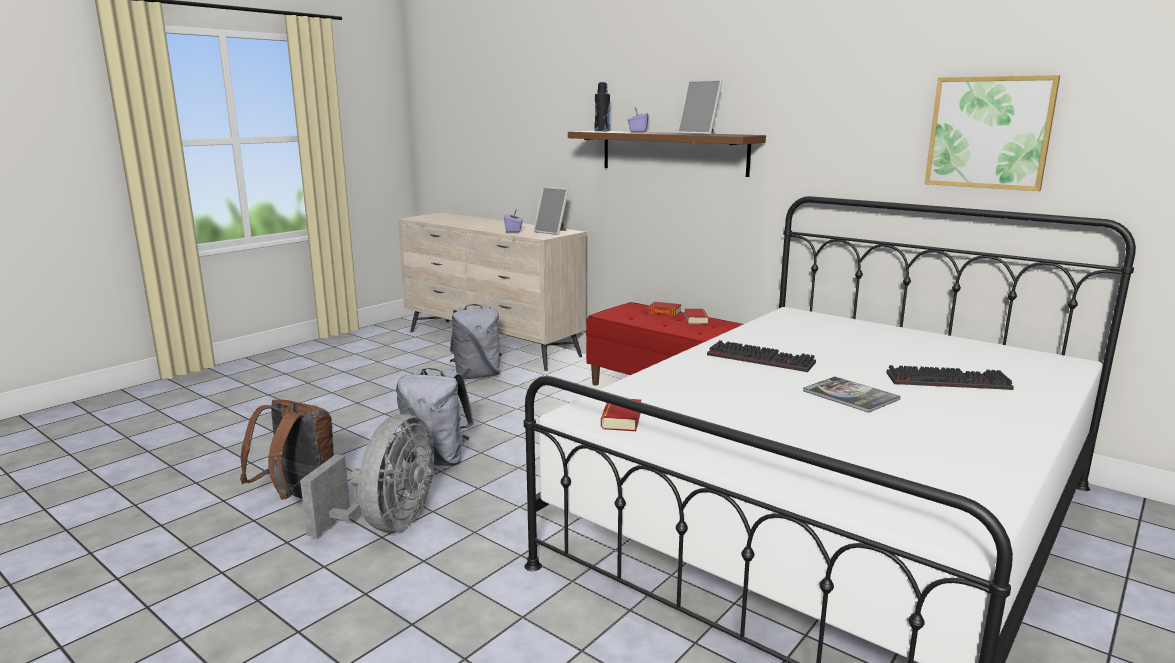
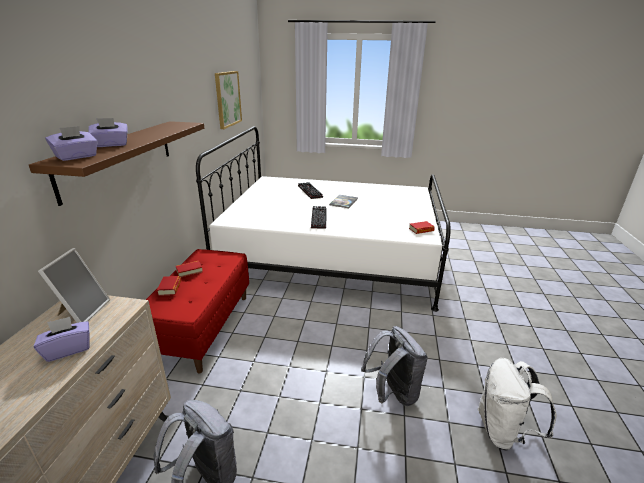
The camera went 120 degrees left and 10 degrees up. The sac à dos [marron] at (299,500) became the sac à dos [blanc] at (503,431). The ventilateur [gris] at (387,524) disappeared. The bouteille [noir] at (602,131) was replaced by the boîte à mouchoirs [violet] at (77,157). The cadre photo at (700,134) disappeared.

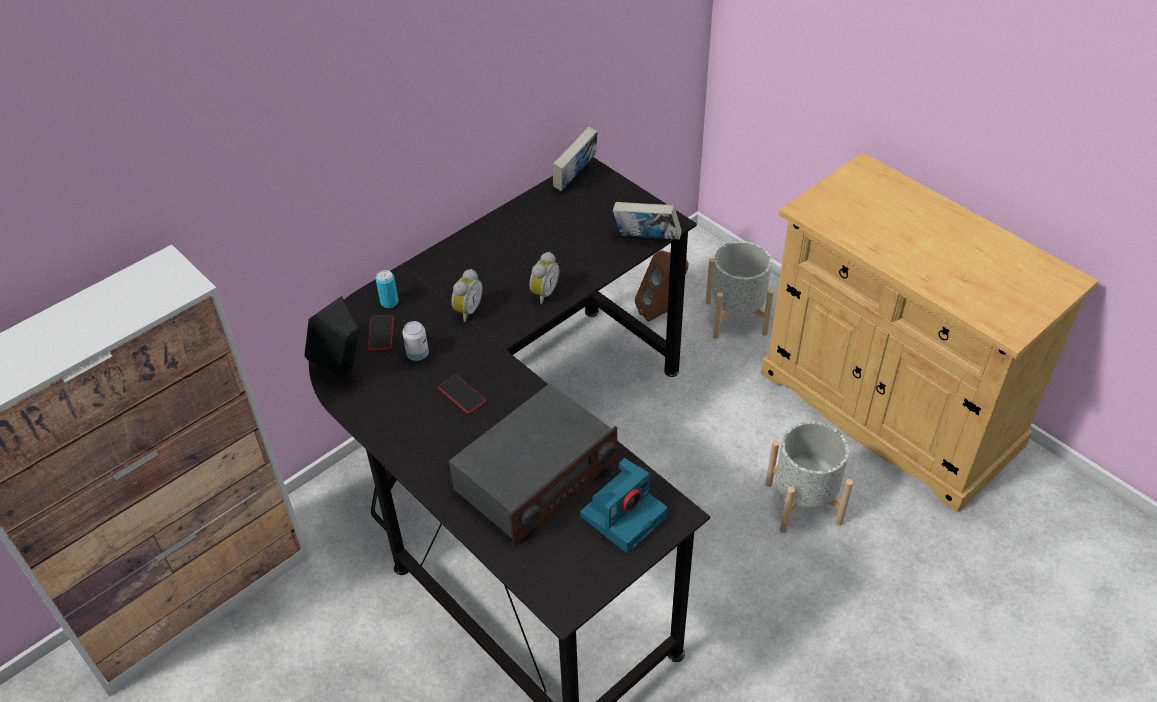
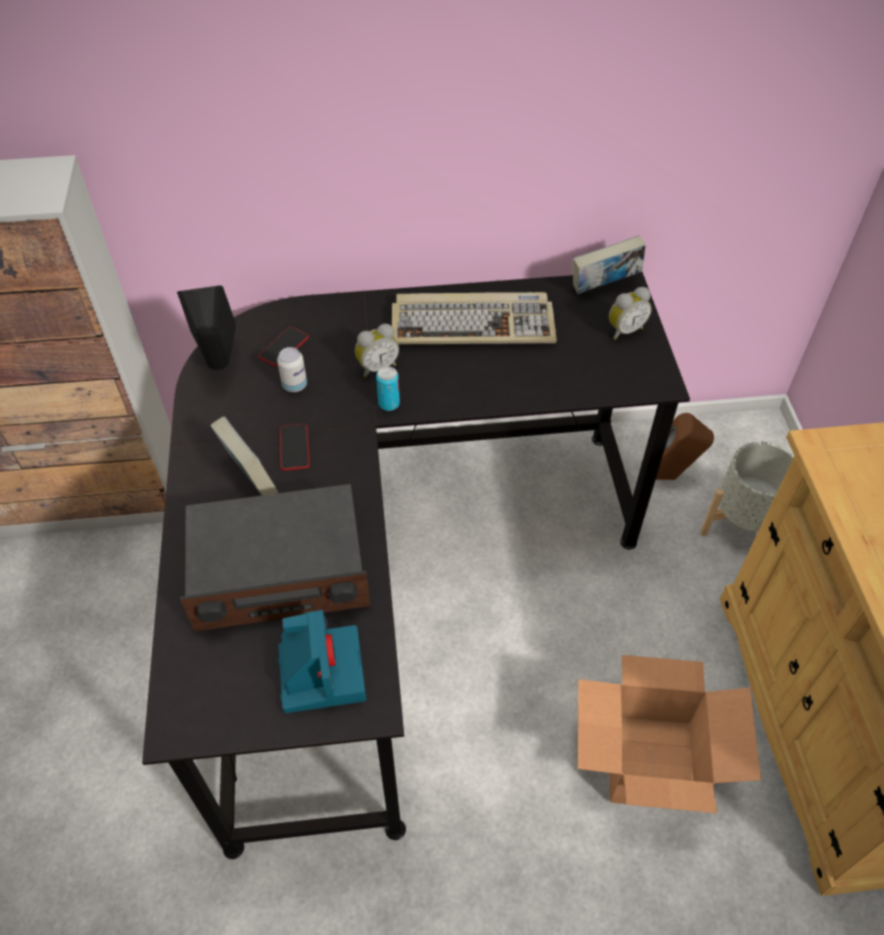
The camera went 35 degrees right and 5 degrees up. The boîte métallique moved from (389,302) to (389,403). The réveil moved from (543,293) to (624,330). The appareil photo at (624,515) turned 90 degrees counterclockwise. The livre moved from (646,240) to (250,479). The cache-pot [gris] at (803,502) was replaced by the carton at (652,764). The clavier at (473,324) appeared.

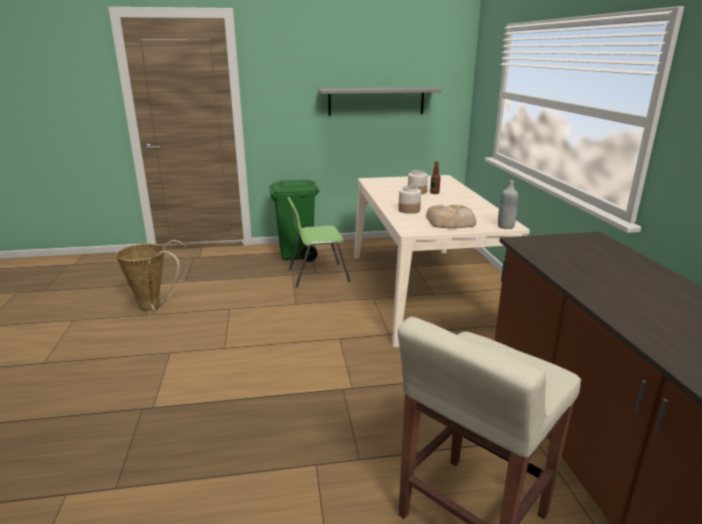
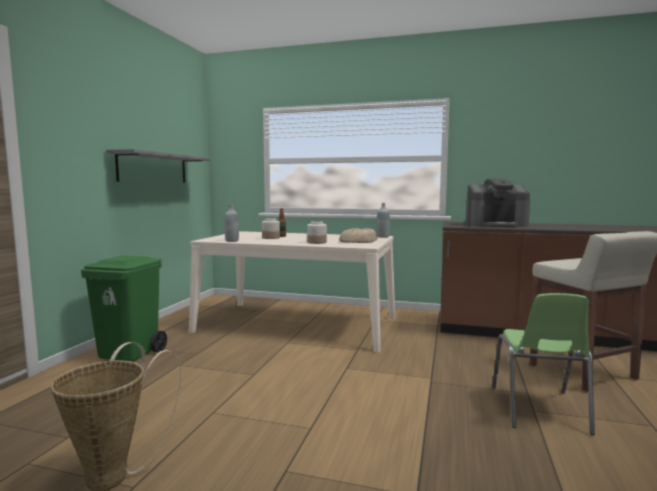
The camera went 65 degrees left and 15 degrees down. The chaise [vert] moved from (317,275) to (539,410). The bouteille [gris] at (232,241) appeared. The machine à café at (496,225) appeared.

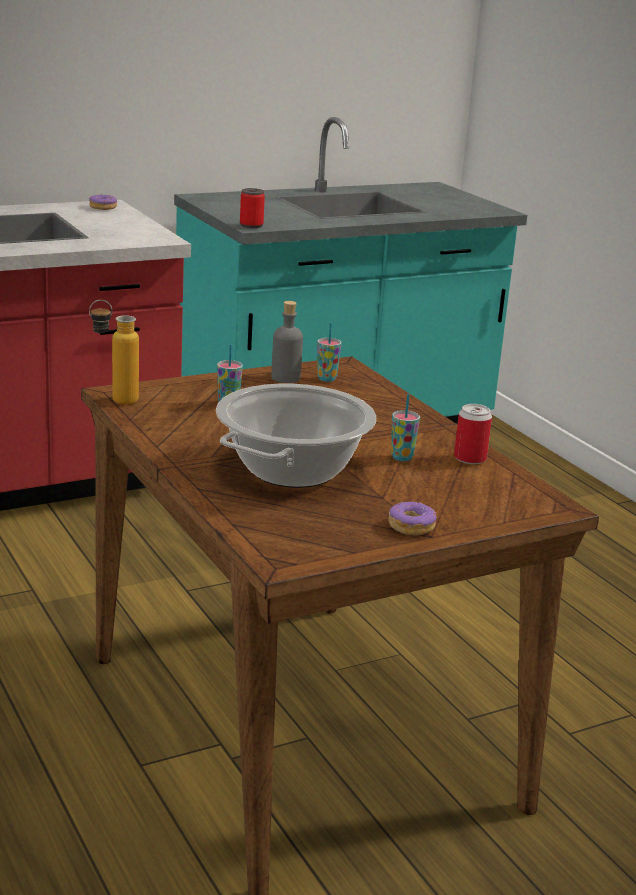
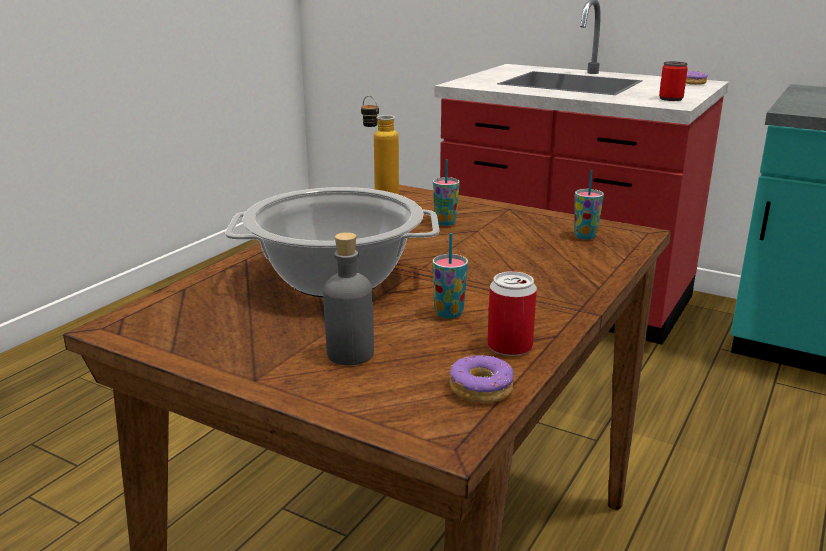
The camera went 60 degrees right and 0 degrees up. The boîte métallique moved from (251,225) to (670,99). The bouteille [gris] moved from (285,378) to (350,354). The beignet moved from (411,526) to (481,389).

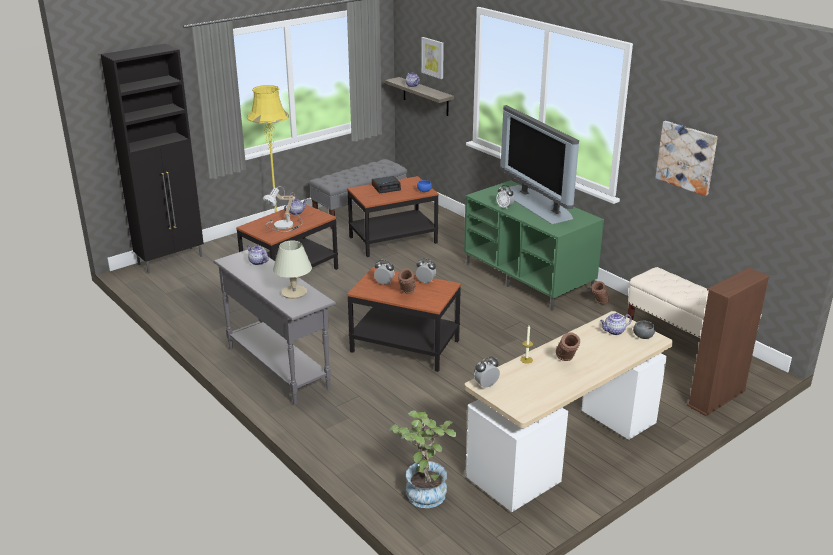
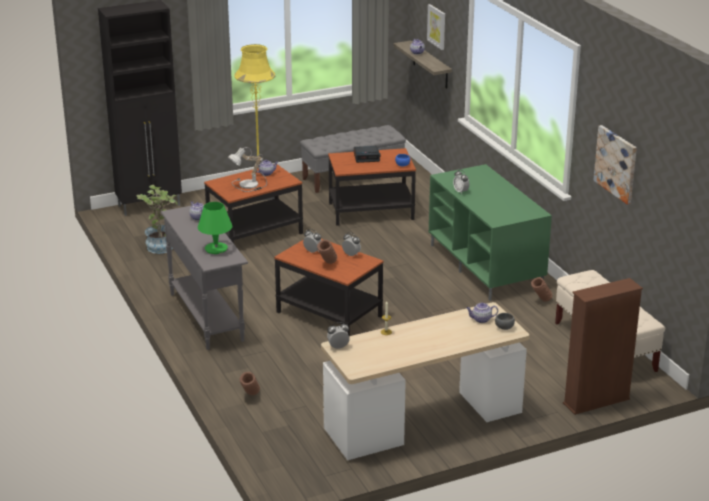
The camera went 15 degrees right and 0 degrees up. The lampe de table [beige] at (294,293) became the lampe de table [vert] at (216,249). The plante en pot moved from (424,490) to (160,245). The téléviseur at (536,203) disappeared. The vase [marron] moved from (566,362) to (250,396).

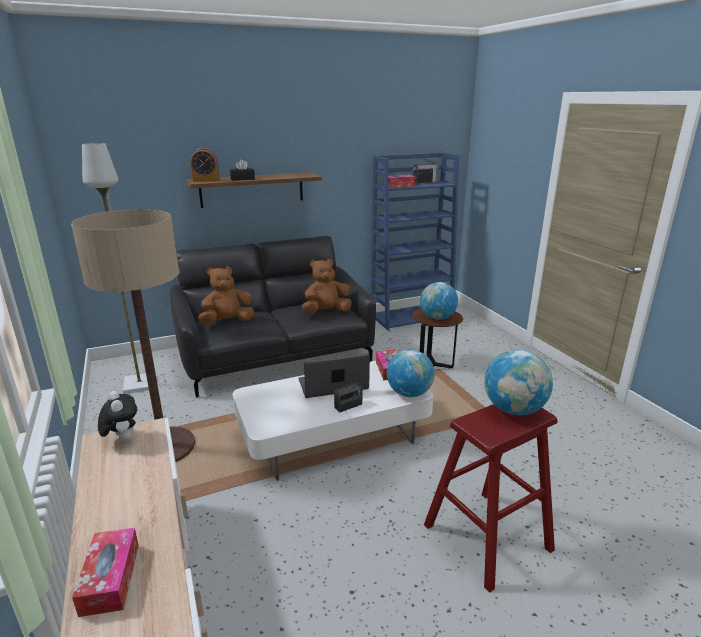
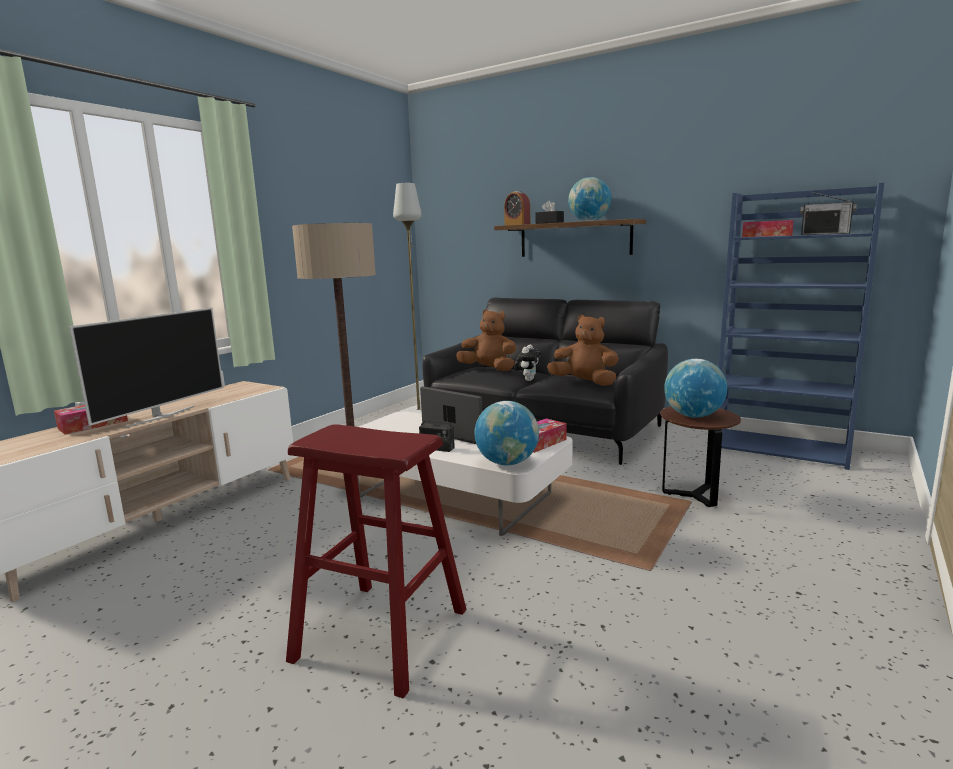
The camera went 55 degrees right and 10 degrees down. The peluche moved from (122,439) to (528,380). The globe moved from (513,409) to (589,221). The téléviseur at (161,416) appeared.

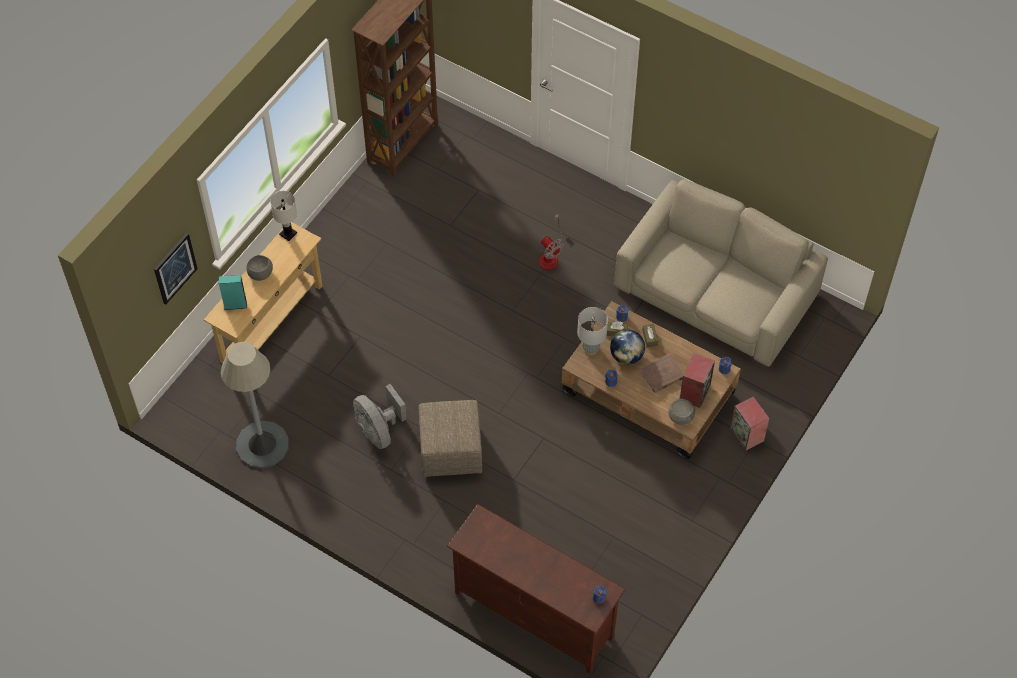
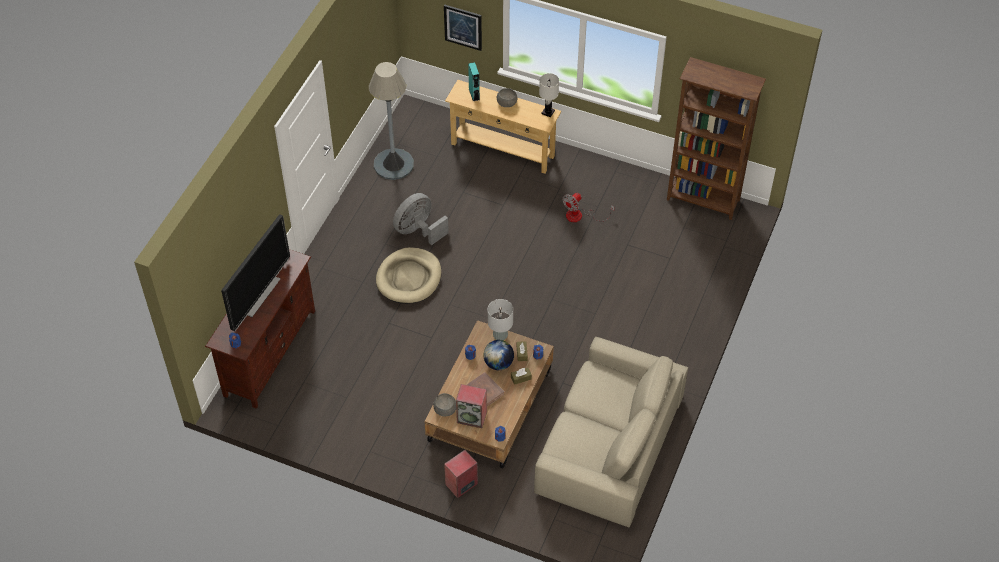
The camera went 80 degrees right and 5 degrees down. The pouf [beige] at (450,450) was replaced by the panier pour chien [beige] at (409,278). The ventilateur moved from (550,256) to (580,216). The téléviseur at (259,295) appeared.

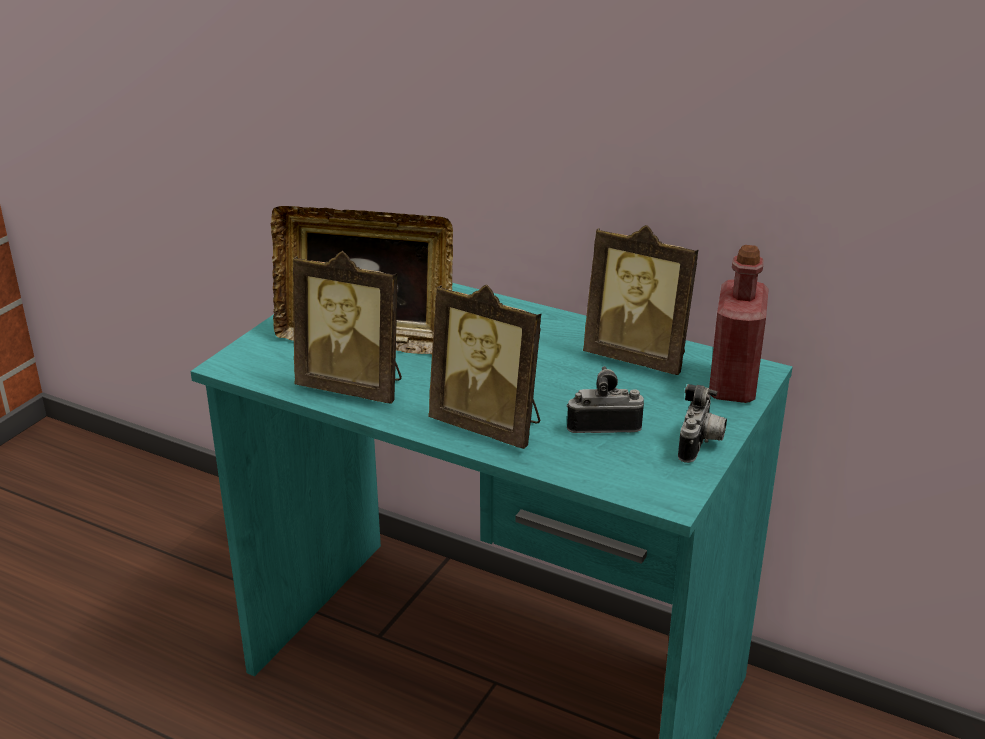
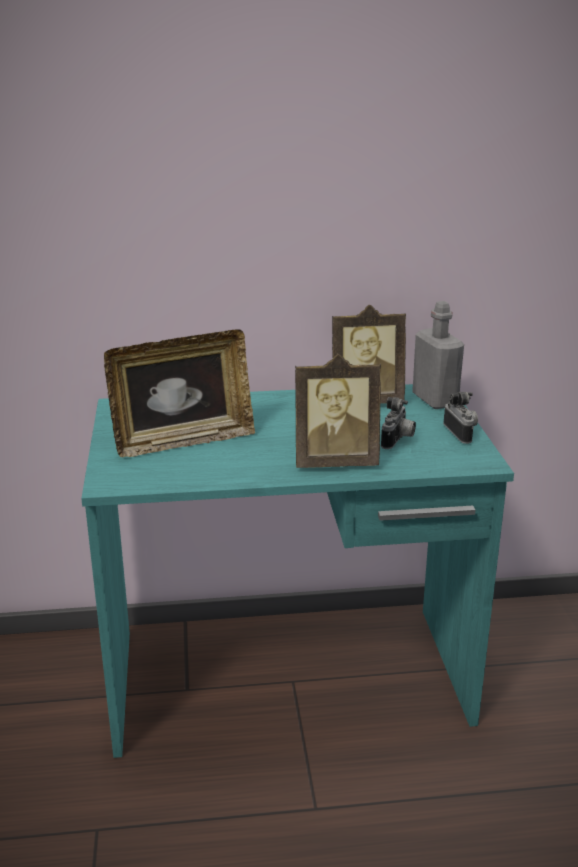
The camera went 35 degrees left and 5 degrees down. The cadre photo at (354,387) disappeared. The appareil photo at (603,425) turned 150 degrees clockwise. The bouteille [rouge] at (733,385) became the bouteille [gris] at (435,400).

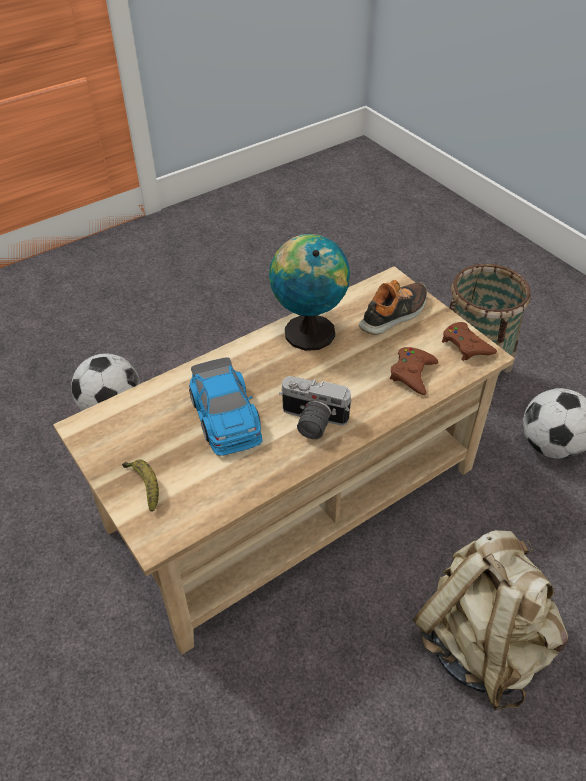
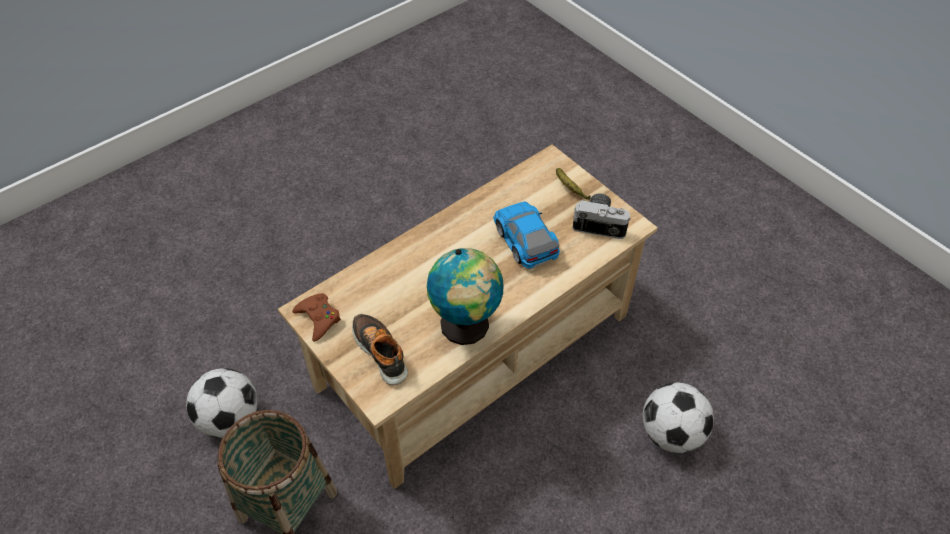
The camera went 175 degrees right and 5 degrees up. The appareil photo moved from (311,422) to (600,223). The chaussure at (394,314) turned 105 degrees clockwise. The manette [marron] at (412,374) disappeared. The sac à dos [beige] at (481,642) disappeared.

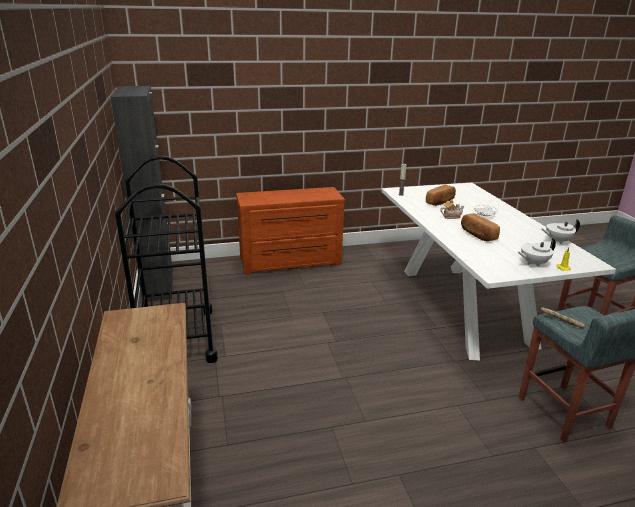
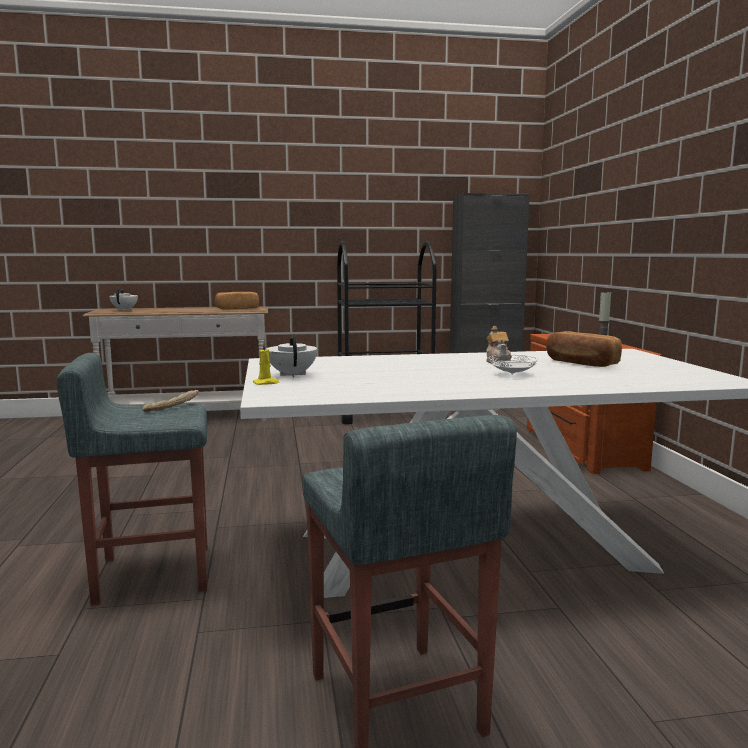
The camera went 95 degrees right and 15 degrees down. The pain moved from (477,235) to (237,308). The théière [blanc] moved from (557,241) to (125,310).

